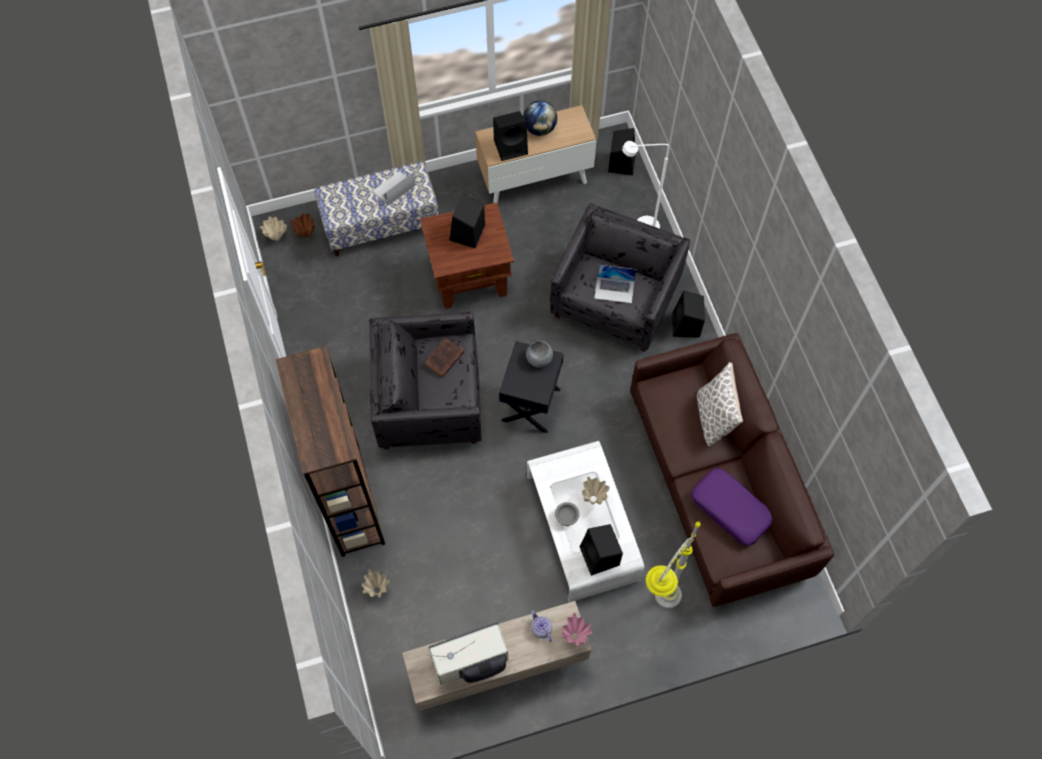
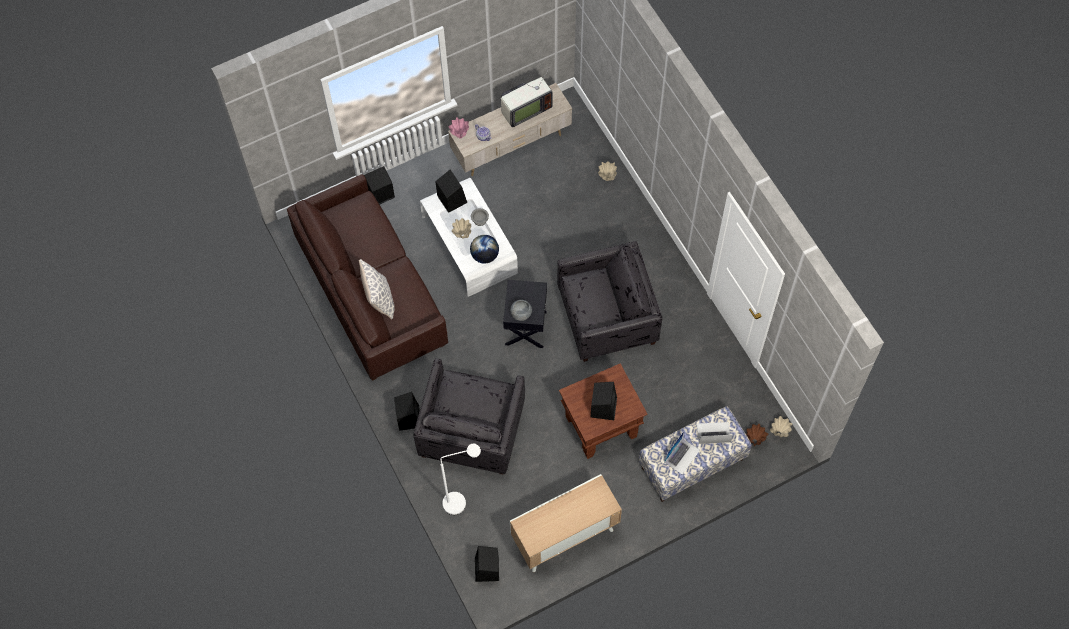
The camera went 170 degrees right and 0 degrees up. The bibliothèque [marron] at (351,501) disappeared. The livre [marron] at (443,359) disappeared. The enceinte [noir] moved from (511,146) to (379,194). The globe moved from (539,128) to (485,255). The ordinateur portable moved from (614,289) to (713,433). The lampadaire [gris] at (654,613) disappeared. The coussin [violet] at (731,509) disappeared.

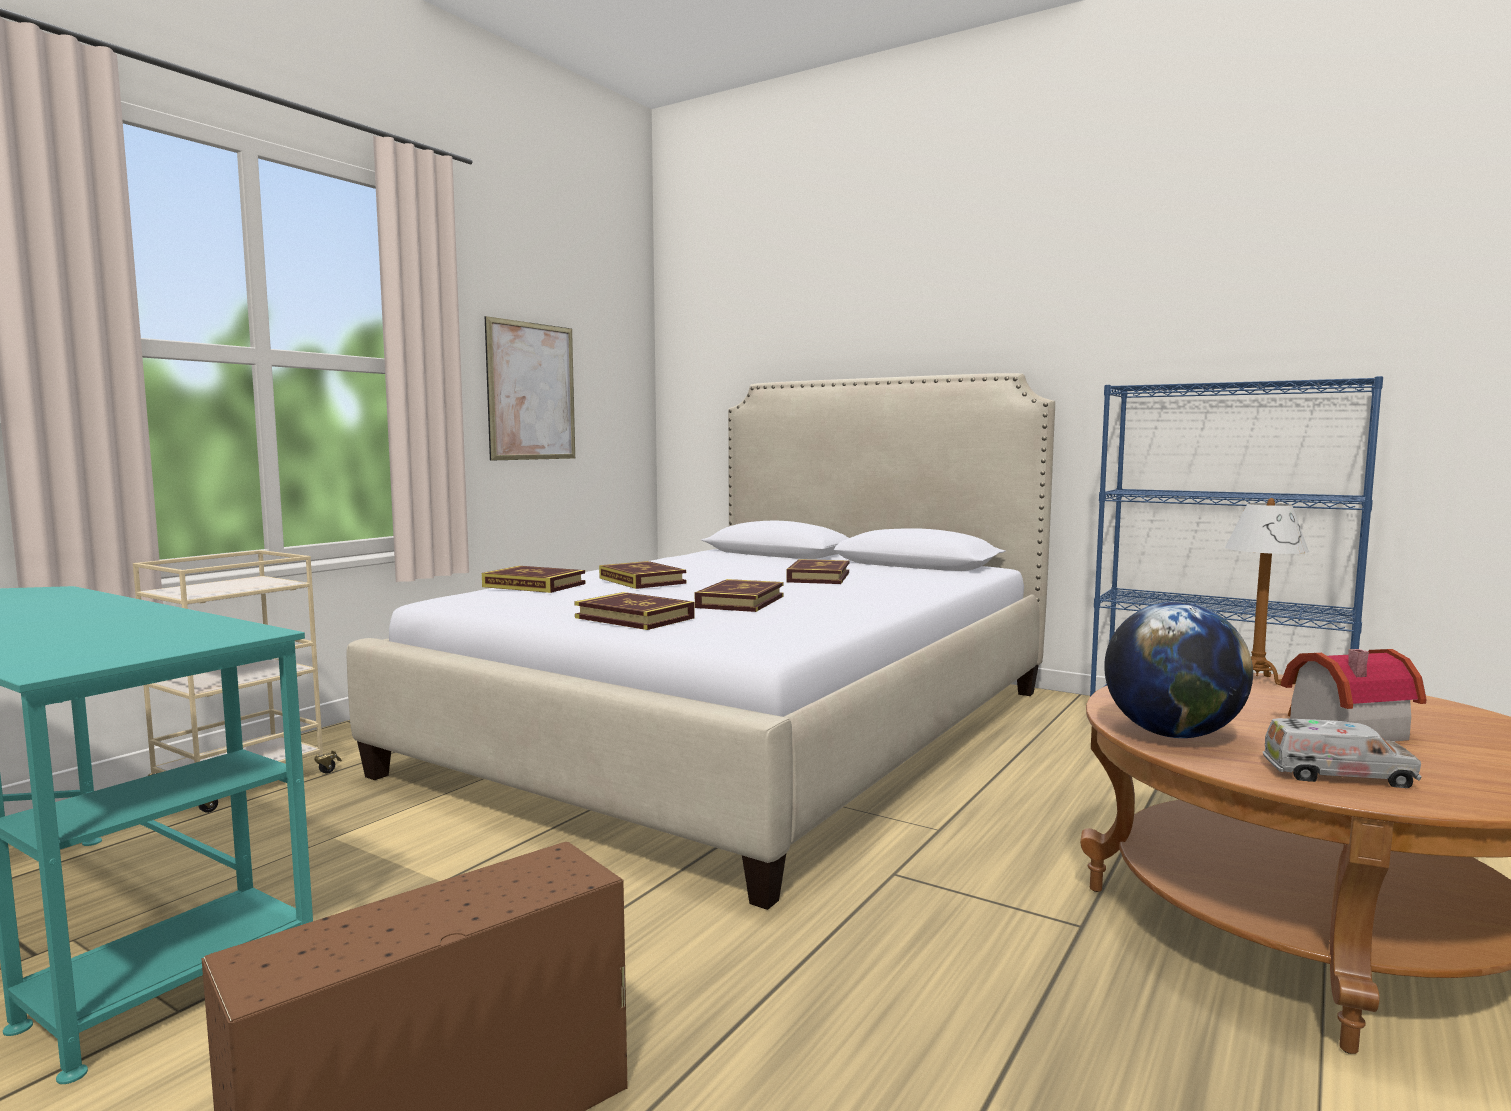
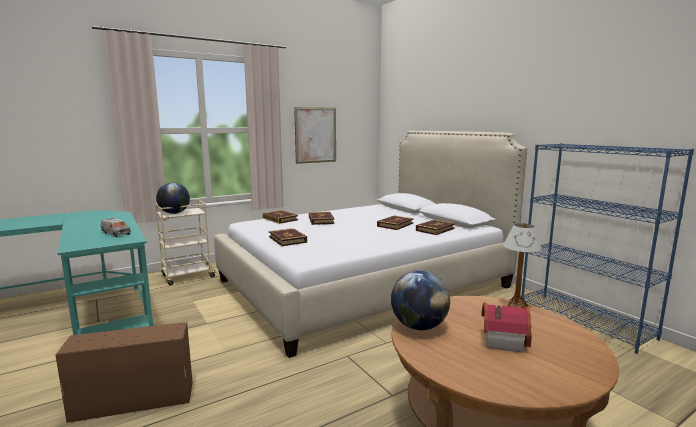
The camera went 25 degrees right and 5 degrees up. The livre moved from (740,602) to (435,229). The camion jouet moved from (1337,775) to (116,233). The globe at (174,213) appeared.

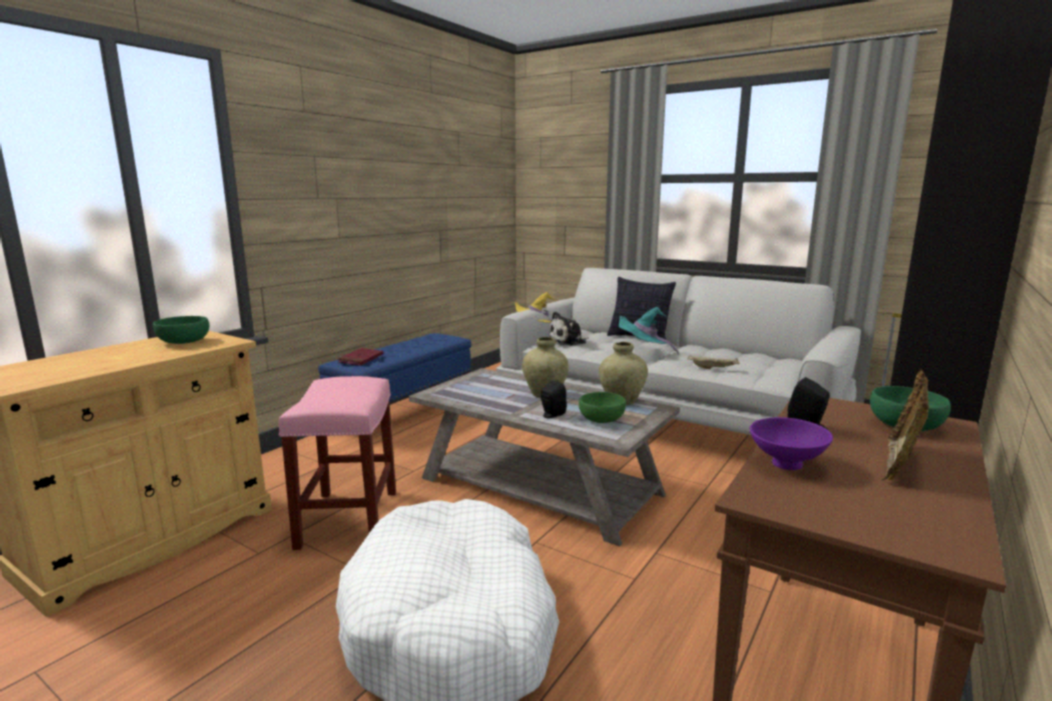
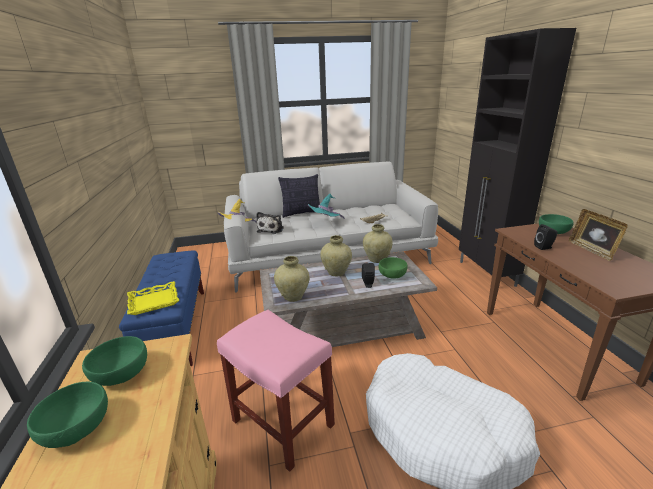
The camera went 45 degrees left and 10 degrees up. The livre [rouge] at (361,359) was replaced by the plateau [jaune] at (154,302). The bol [violet] at (787,465) disappeared. The bol [vert] at (77,427) appeared. The vase [beige] at (293,297) appeared.

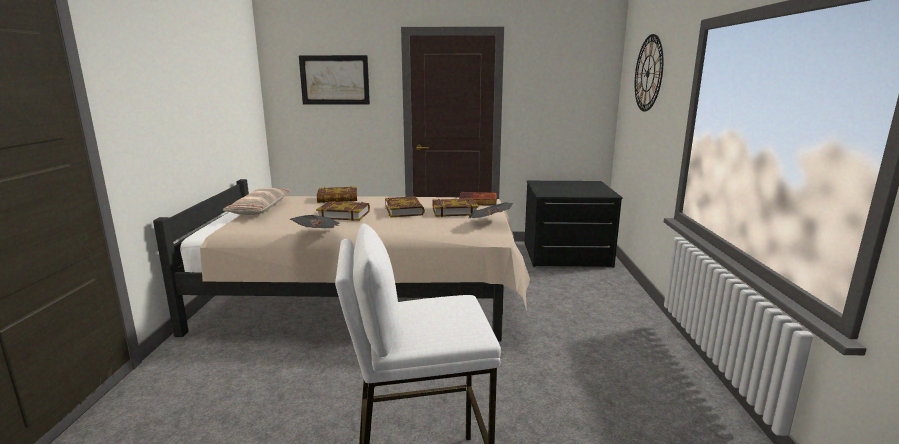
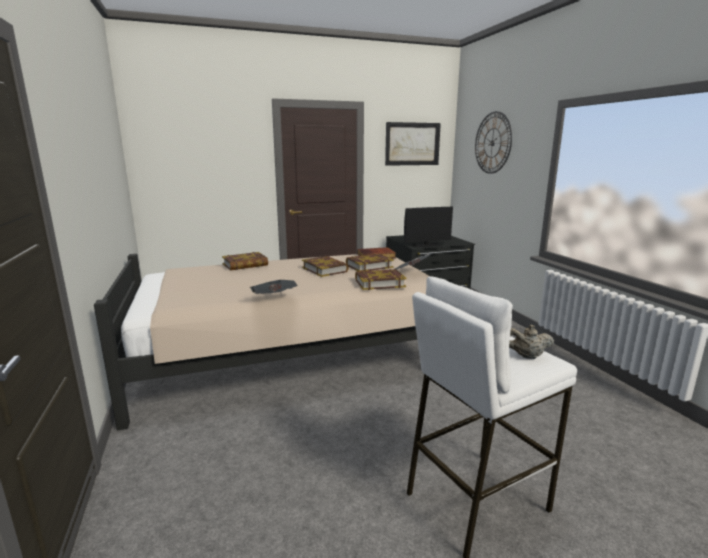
The camera went 20 degrees left and 0 degrees up. The coussin at (260,209) disappeared. The tableau moved from (335,80) to (412,144). The livre moved from (344,215) to (379,283). The écran d'ordinateur at (426,245) appeared. The théière [beige] at (526,356) appeared.

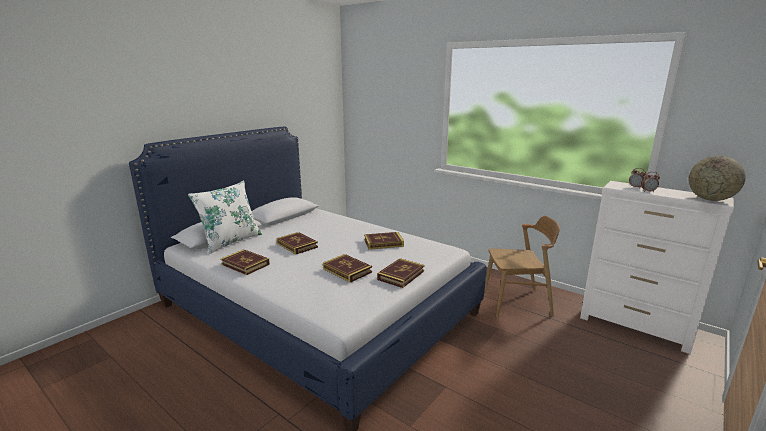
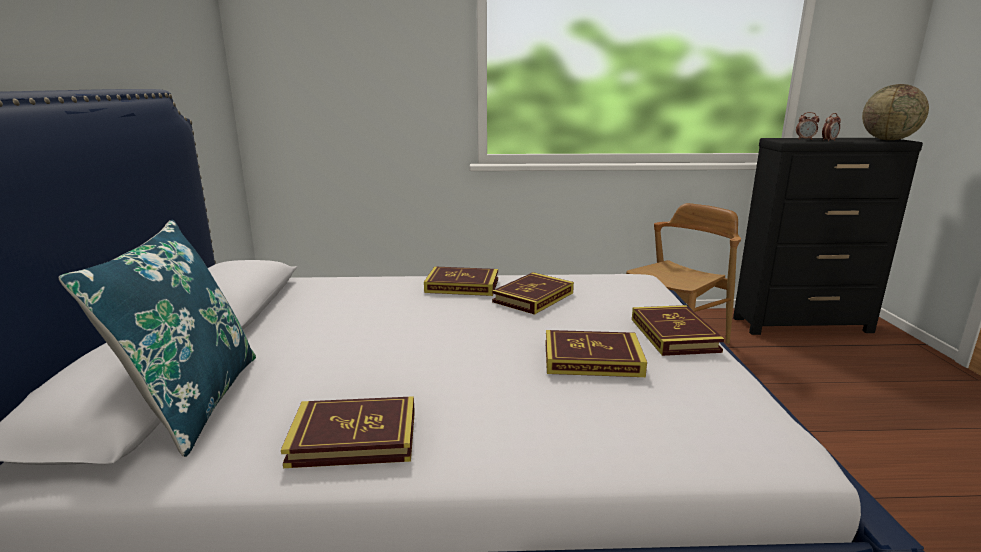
The camera went 40 degrees left and 0 degrees up. The coussin [blanc] at (230,241) became the coussin [bleu] at (193,401). The livre moved from (297,245) to (462,286). The commode [blanc] at (635,328) became the commode [noir] at (803,325).

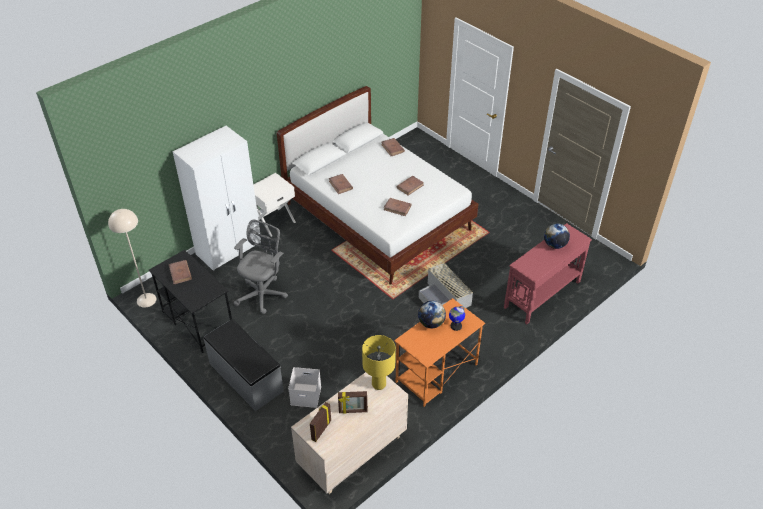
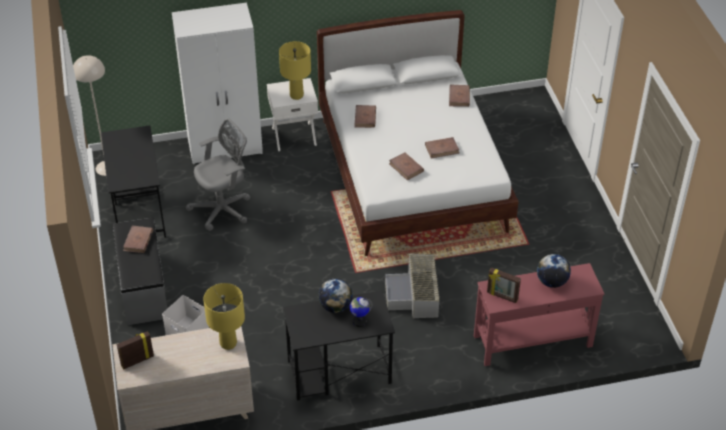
The camera went 30 degrees right and 0 degrees up. The livre [marron] moved from (180,273) to (138,241). The cadre photo moved from (353,411) to (502,296). The bureau [orange] at (436,373) became the bureau [noir] at (338,372). The lampe de table [jaune] at (296,95) appeared.

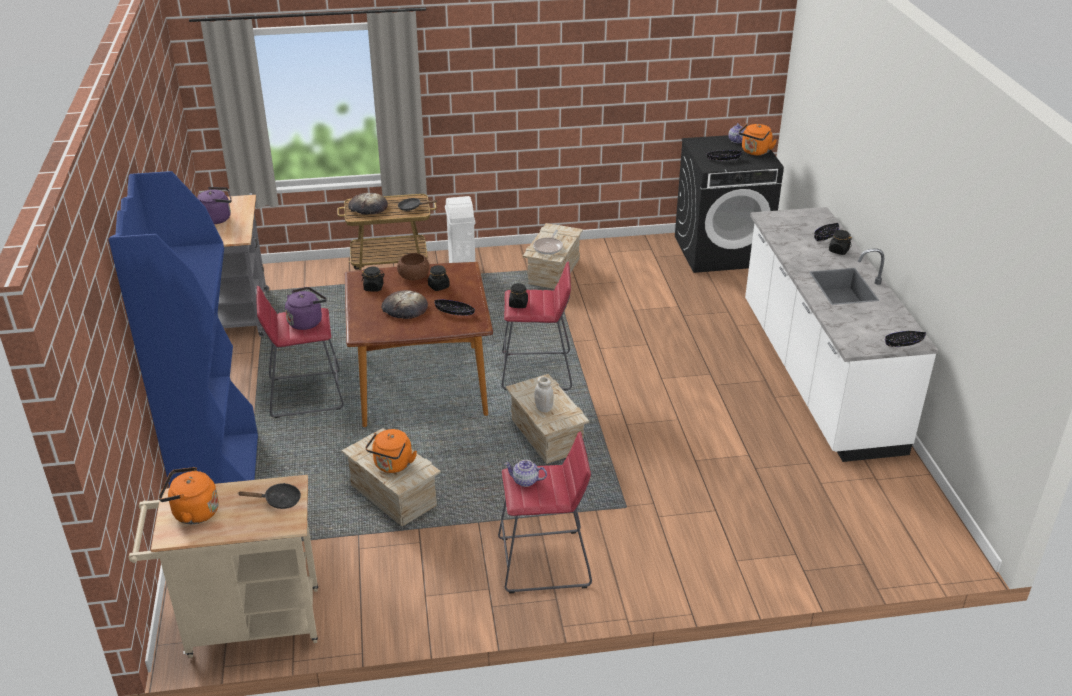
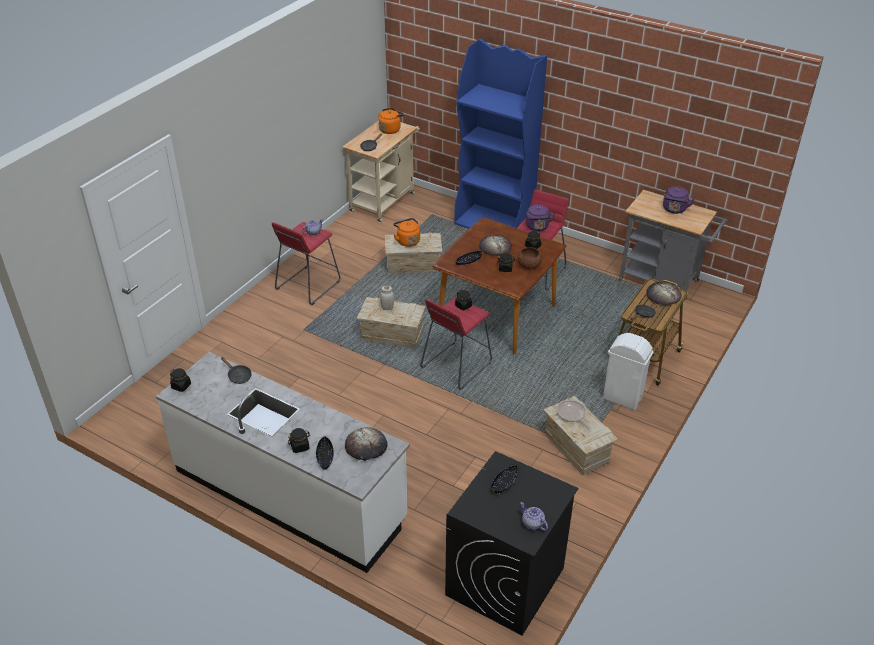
The camera went 130 degrees right and 5 degrees up. The bouilloire [orange] at (755,152) disappeared. The bol [noir] at (904,343) was replaced by the bocal [noir] at (181,386). The poêle [noir] at (238,376) appeared. The pain at (366,446) appeared.

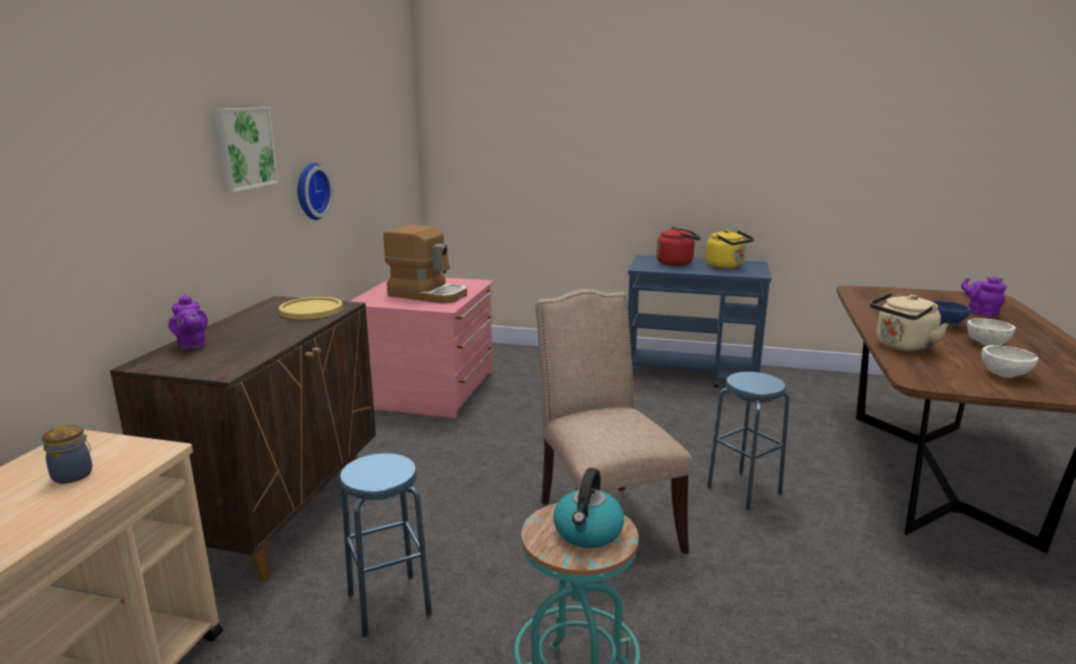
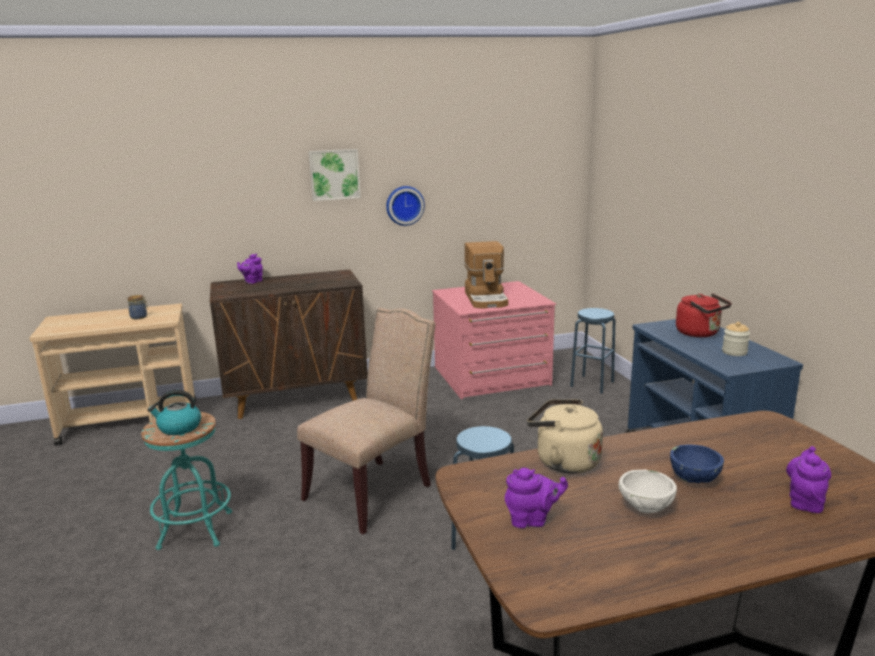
The camera went 60 degrees right and 0 degrees up. The assiette [jaune] at (311,310) disappeared. The tabouret [bleu] moved from (389,604) to (592,384). The bouilloire [jaune] at (727,266) was replaced by the bocal at (734,352). The bol [blanc] at (1004,376) was replaced by the théière [violet] at (532,520).

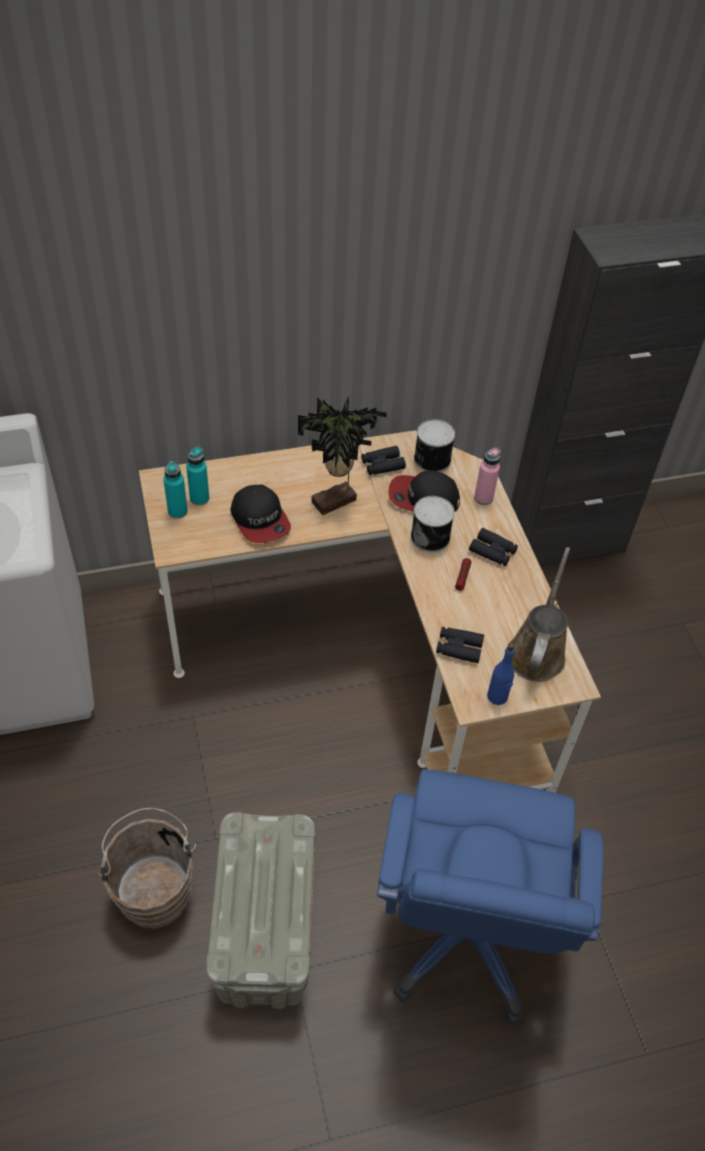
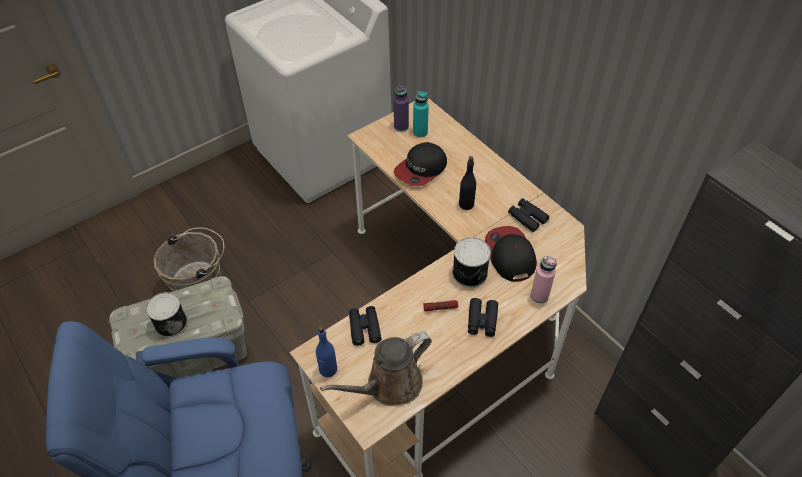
The camera went 70 degrees right and 0 degrees up. The bouteille [turquoise] at (177,511) became the bouteille [violet] at (401,126). The plante en pot at (336,503) was replaced by the bouteille [noir] at (466,204). The boîte métallique moved from (431,459) to (171,322). The arrosoir [marron] at (537,651) turned 150 degrees clockwise.

